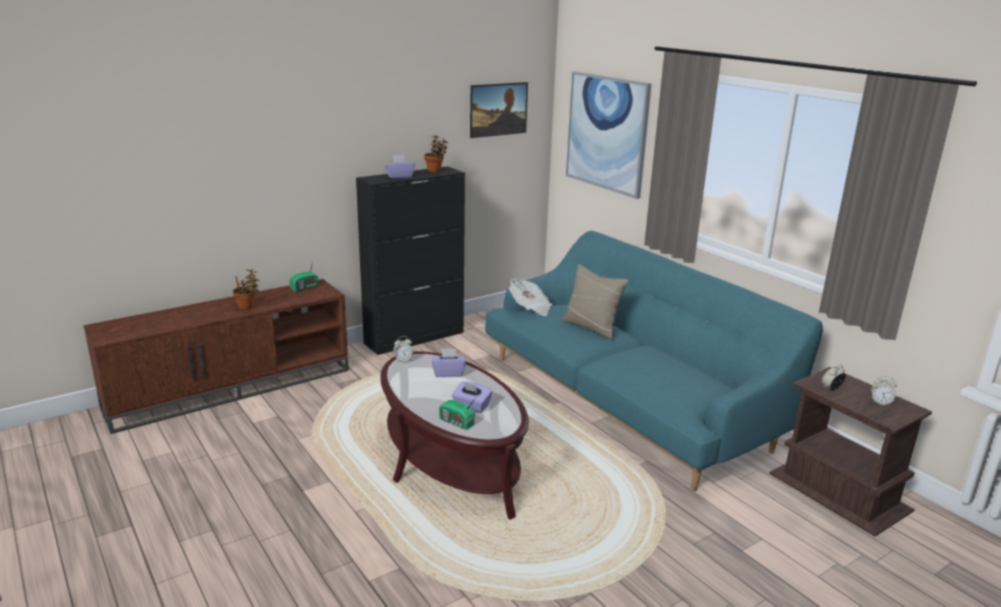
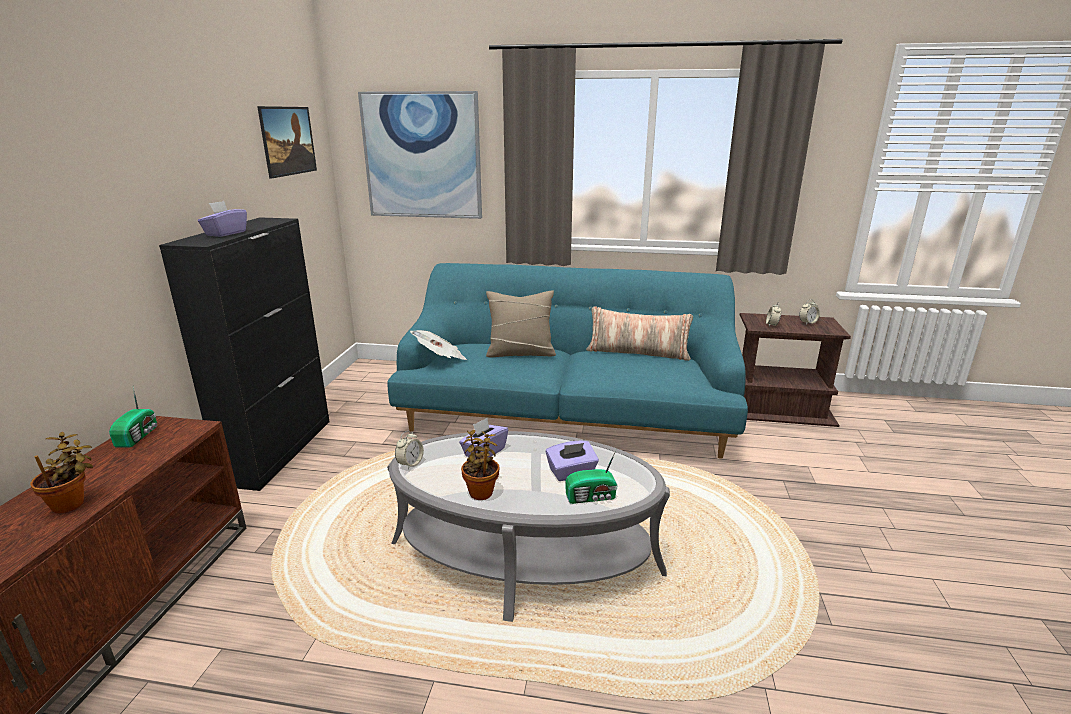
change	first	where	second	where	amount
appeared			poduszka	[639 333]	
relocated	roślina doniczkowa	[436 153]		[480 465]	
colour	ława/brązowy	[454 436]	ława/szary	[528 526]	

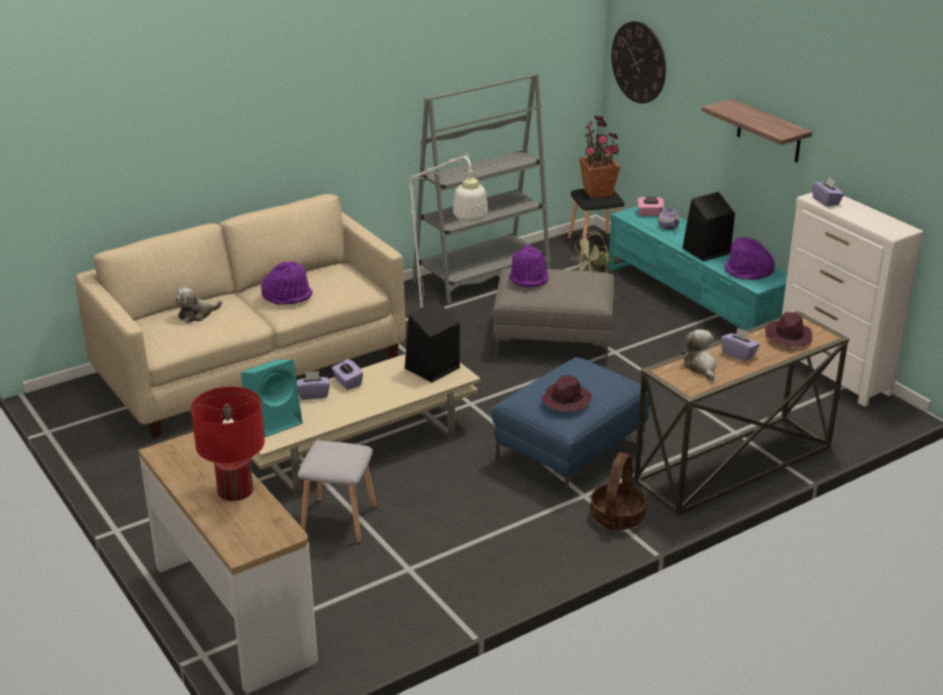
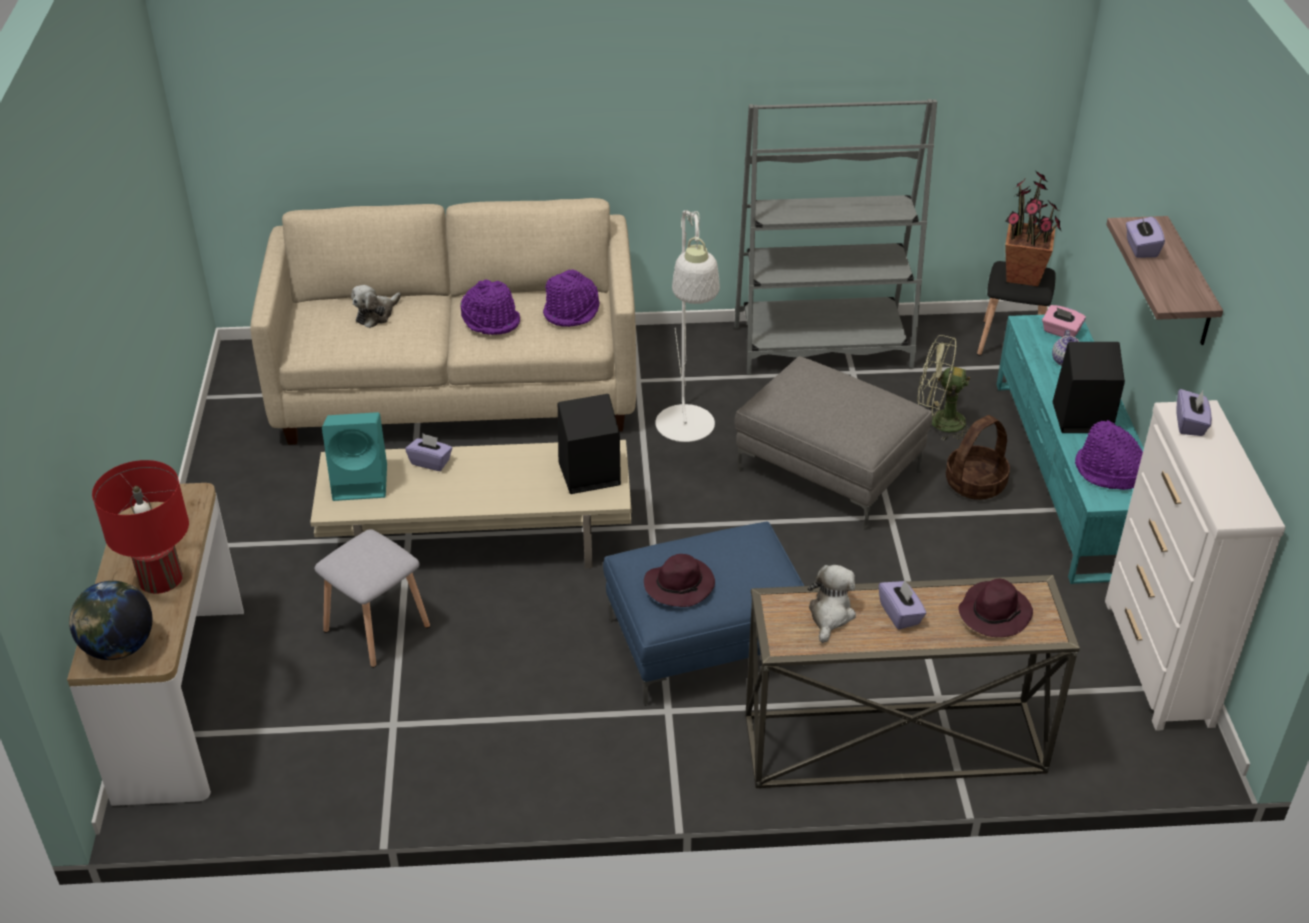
change	first	where	second	where	amount
missing	zegar ścienny	[638 62]			
appeared			globus	[111 620]	
relocated	pudełko chusteczek/fioletowy	[347 374]		[1145 237]	
relocated	kapelusz/fioletowy	[529 266]		[571 298]	
relocated	koszyk	[618 491]		[978 457]	
spun	pluszak	[198 305]		[376 306]	45 degrees counterclockwise

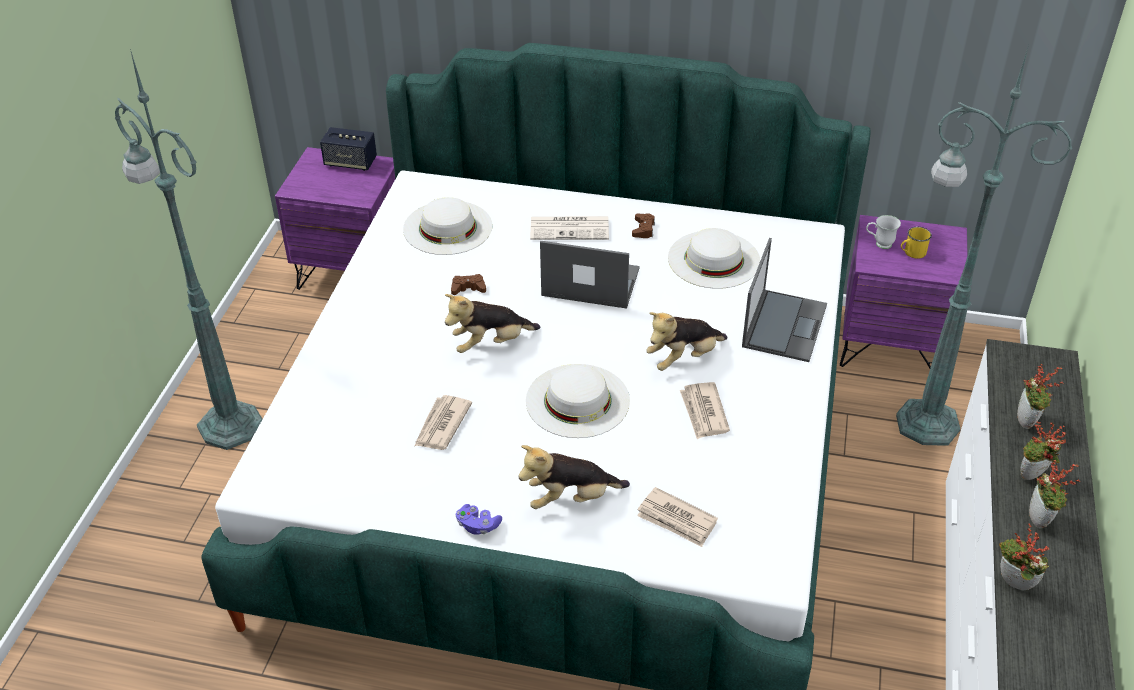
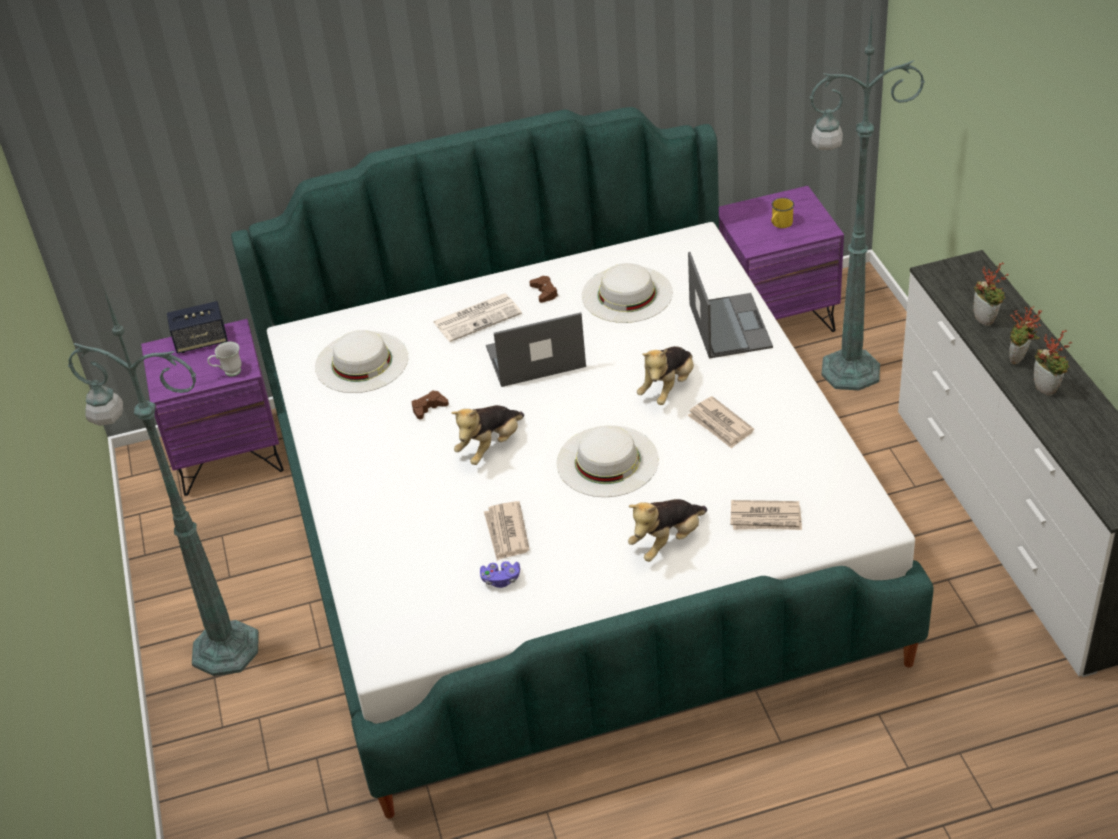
change	first	where	second	where	amount
missing	roślina doniczkowa	[1024 557]			
relocated	pad do gier/fioletowy	[479 519]		[500 574]	
relocated	kubek/biały	[883 232]		[225 359]	

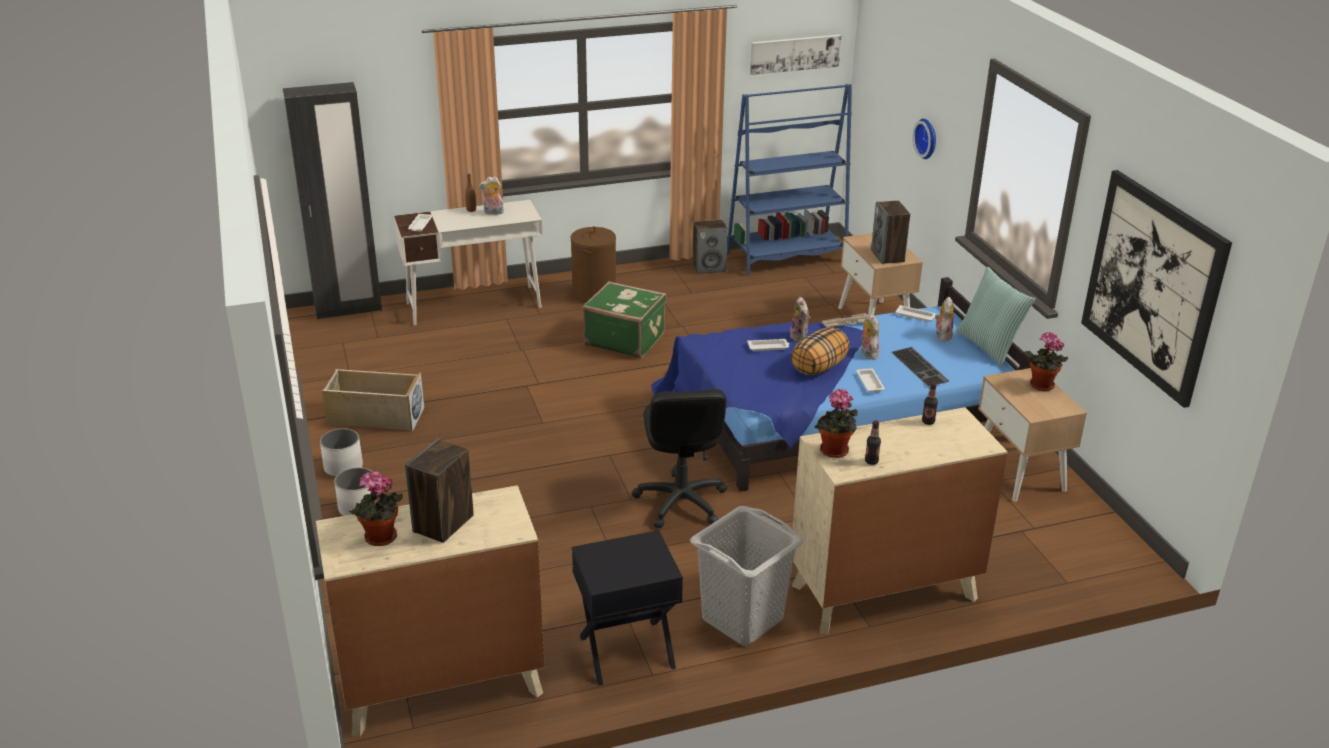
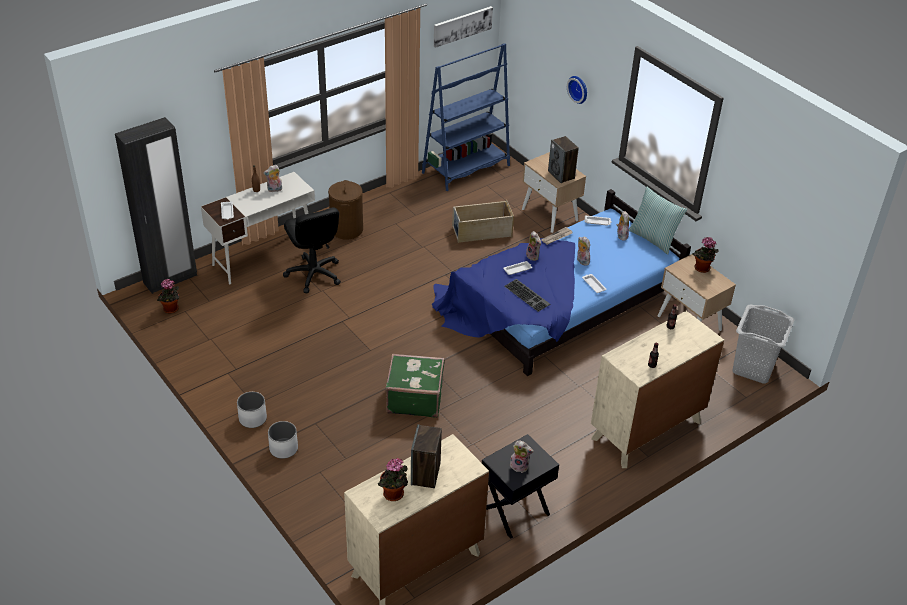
change	first	where	second	where	amount
missing	głośnik	[710 247]			
missing	poduszka	[820 351]			
missing	obraz	[1156 289]			
appeared			pluszak	[522 456]	
relocated	pojemnik do przechowywania/beżowy	[373 400]		[483 221]	
relocated	walizka/zielony	[625 319]		[415 385]	
relocated	krzesło biurowe/czarny	[679 458]		[312 250]	
relocated	kosz na pranie/szary	[747 576]		[763 344]	
relocated	roślina doniczkowa	[836 423]		[168 296]	
relocated	klawiatura	[920 367]		[527 295]	

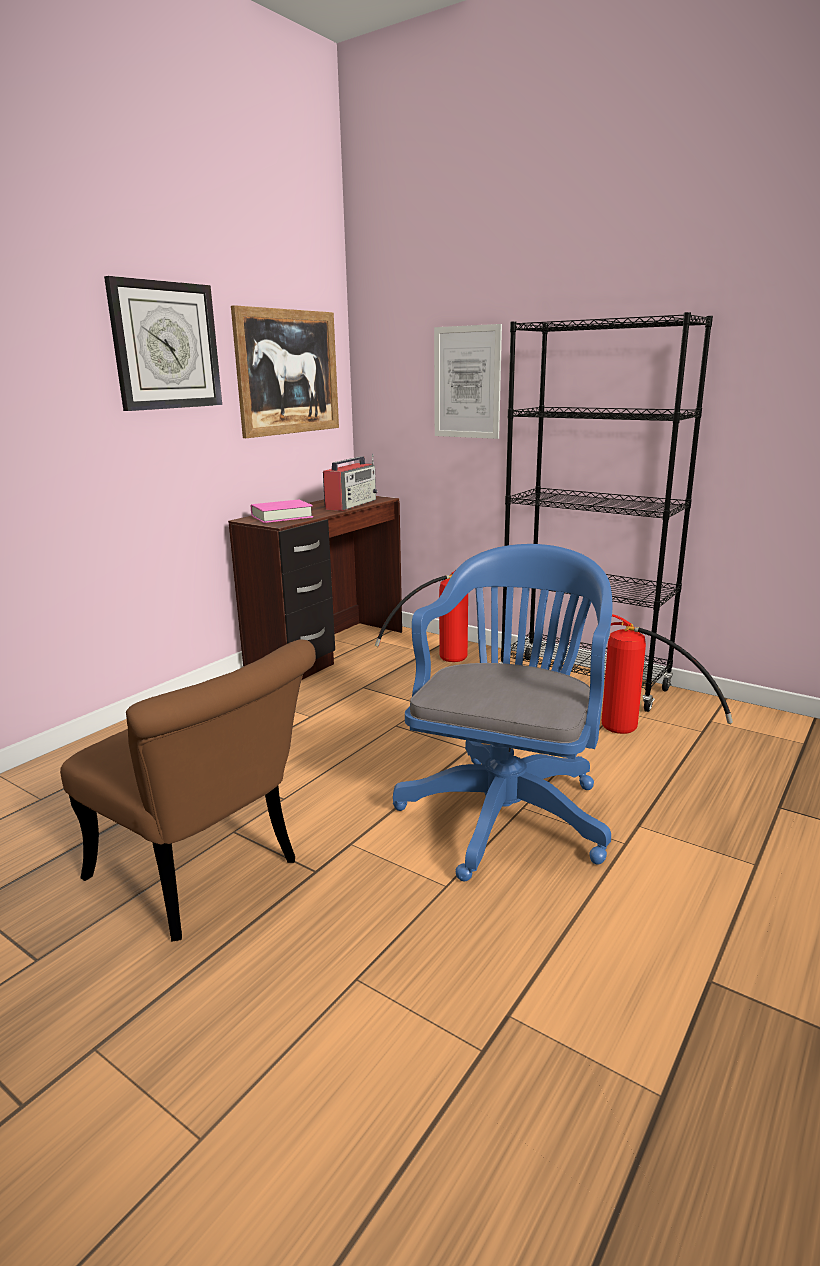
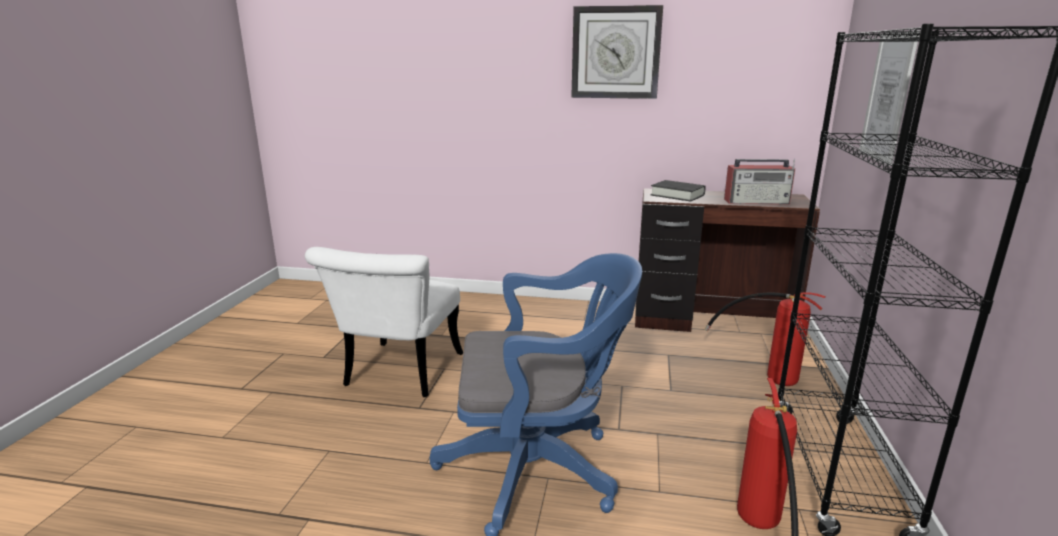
change	first	where	second	where	amount
missing	obraz	[285 371]			
colour	krzesło/brązowy	[188 790]	krzesło/biały	[384 322]	
colour	książka/różowy	[282 511]	książka/czarny	[678 191]	

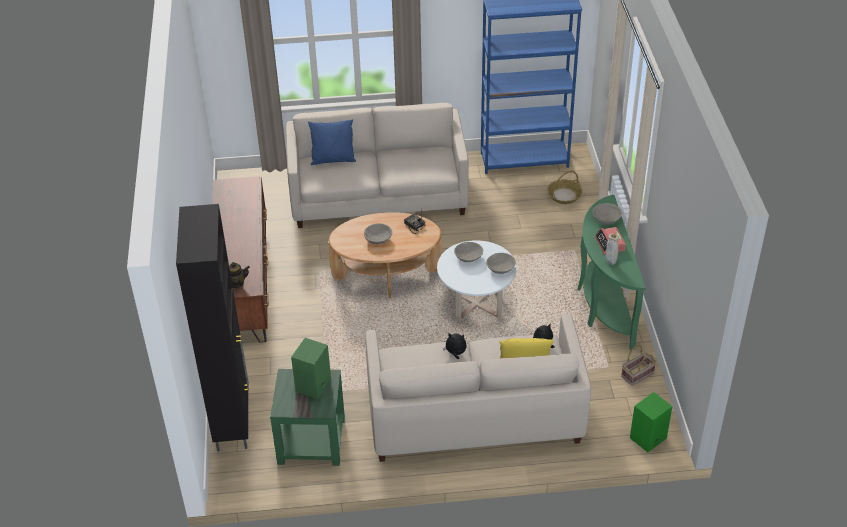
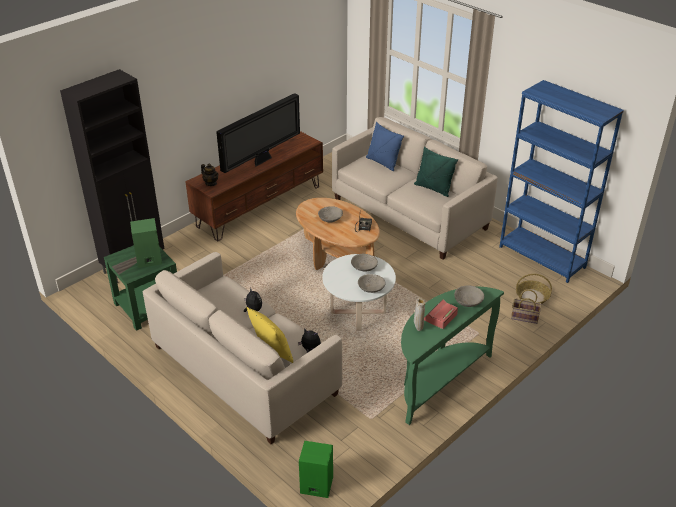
change	first	where	second	where	amount
appeared			telewizor	[258 133]	
appeared			poduszka/zielony	[436 172]	
relocated	koszyk	[638 365]		[526 307]	

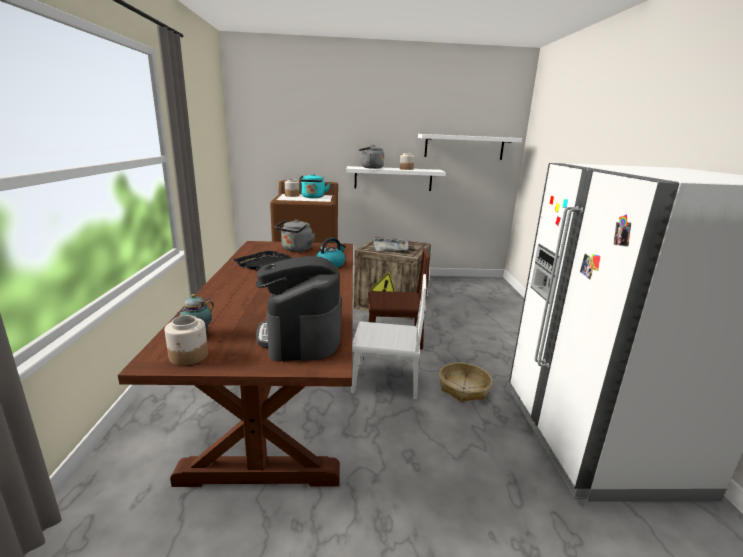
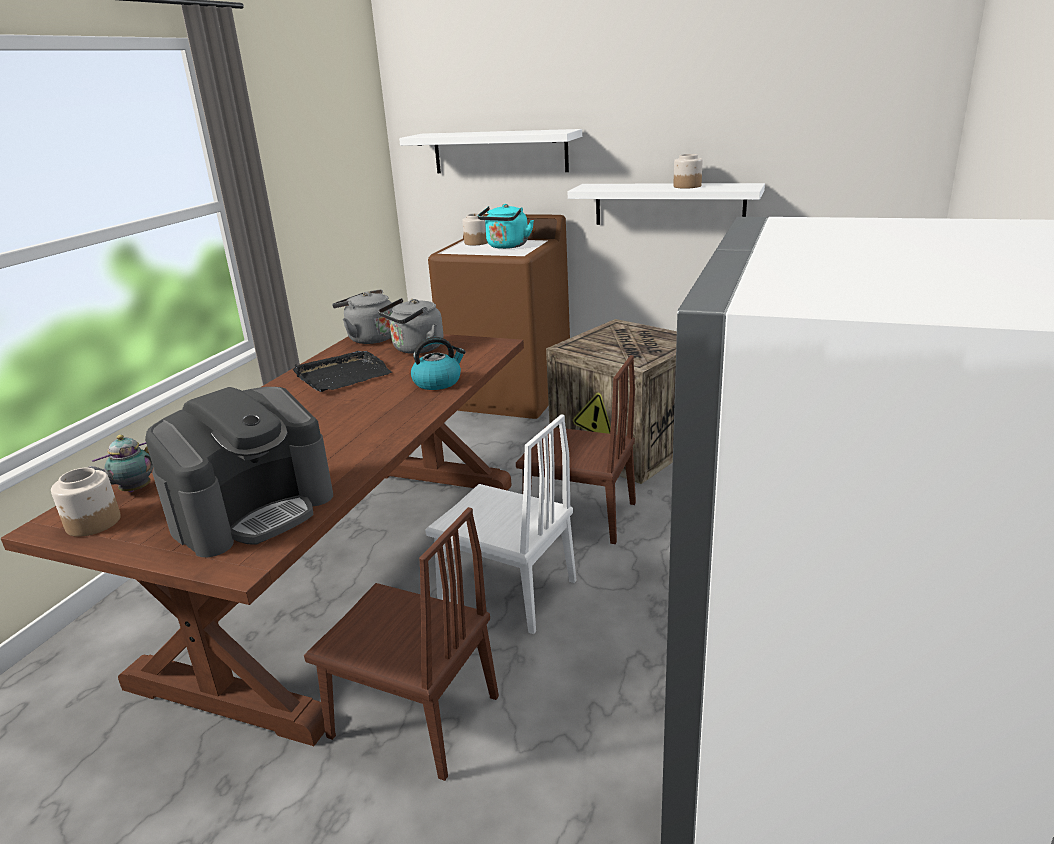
change	first	where	second	where	amount
missing	taca/szary	[391 245]			
missing	koszyk	[465 382]			
appeared			krzesło/brązowy	[401 644]	
relocated	czajnik/szary	[371 157]		[362 316]	
relocated	półka/biały	[470 147]		[490 151]	
spun	ekspres do kawy	[298 309]		[239 472]	150 degrees counterclockwise

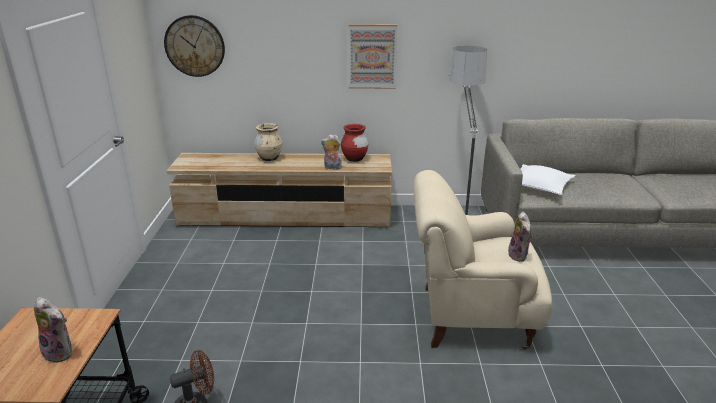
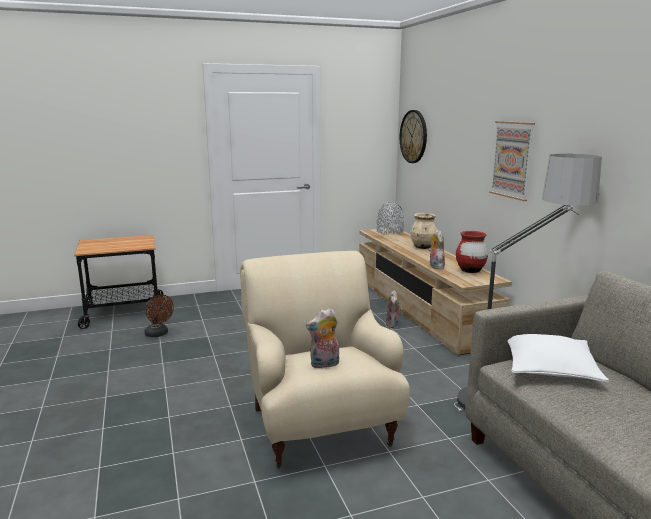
change	first	where	second	where	amount
appeared			wazon/szary	[390 218]	
relocated	pluszak	[53 330]		[394 309]	

